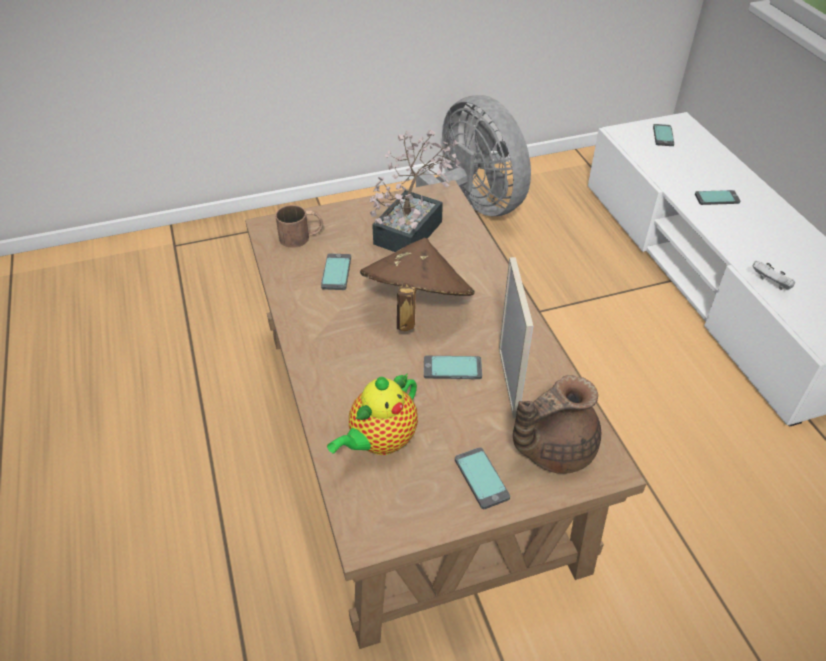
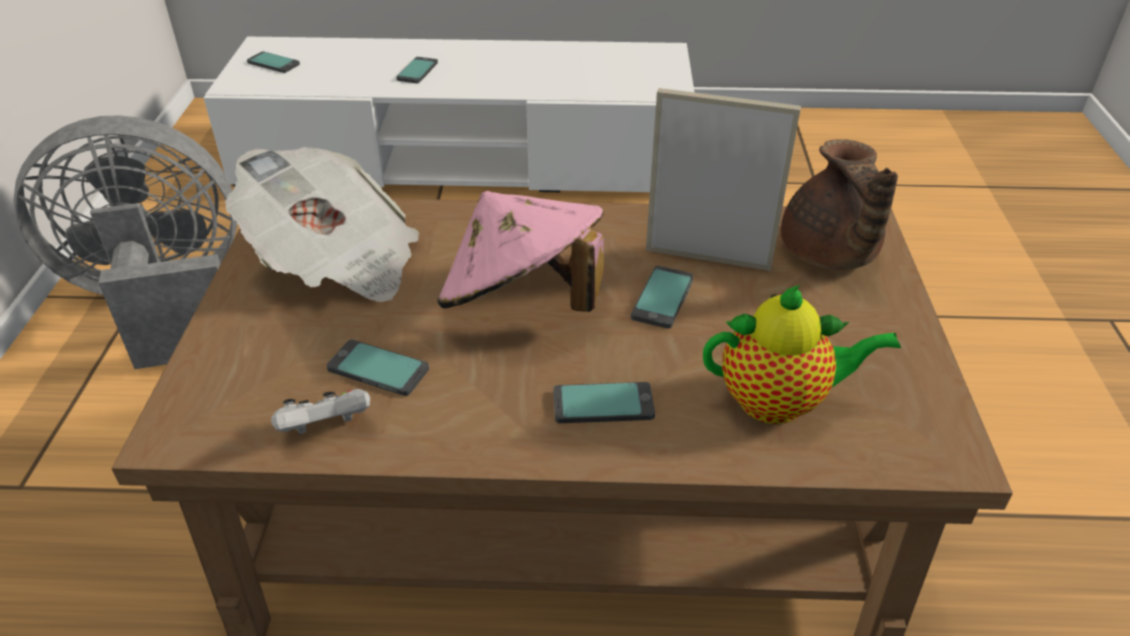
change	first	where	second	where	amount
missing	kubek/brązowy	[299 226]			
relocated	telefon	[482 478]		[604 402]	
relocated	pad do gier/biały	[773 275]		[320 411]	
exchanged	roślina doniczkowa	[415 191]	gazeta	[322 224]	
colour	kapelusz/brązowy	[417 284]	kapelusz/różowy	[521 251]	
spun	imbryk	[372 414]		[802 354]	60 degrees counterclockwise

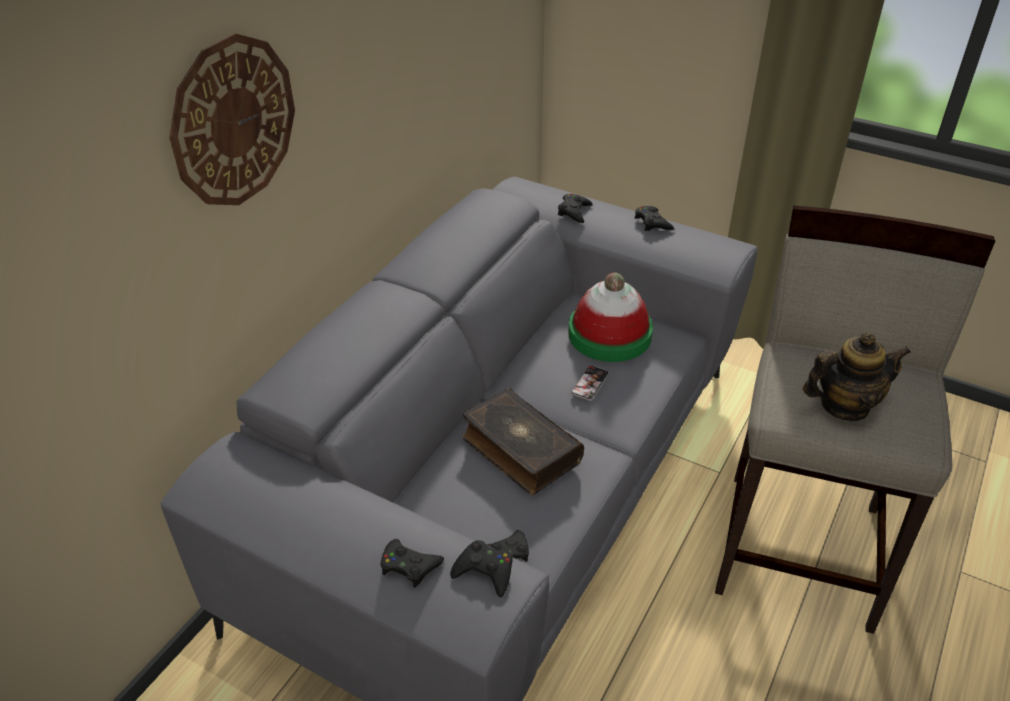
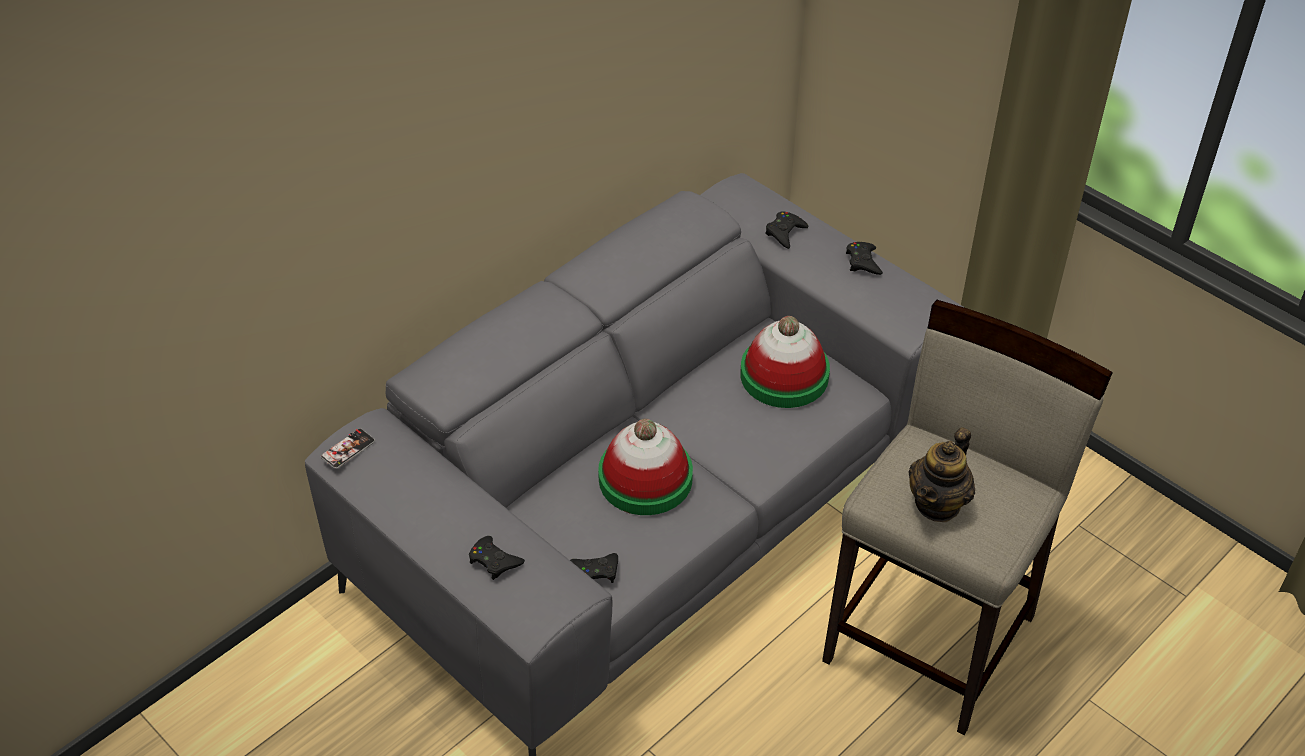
change	first	where	second	where	amount
missing	zegar ścienny	[232 119]			
missing	pad do gier/czarny	[481 568]			
relocated	telefon	[590 383]		[348 449]	
exchanged	książka	[523 441]	kapelusz	[645 467]	
spun	imbryk	[857 376]		[941 474]	120 degrees clockwise

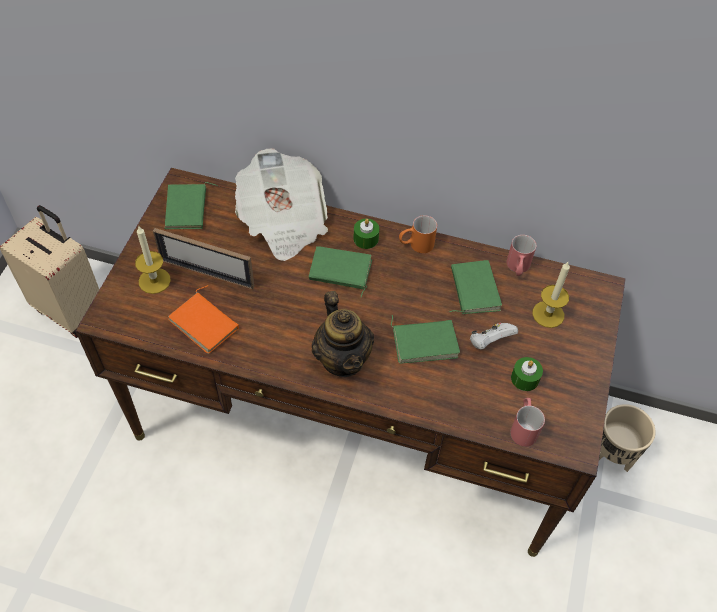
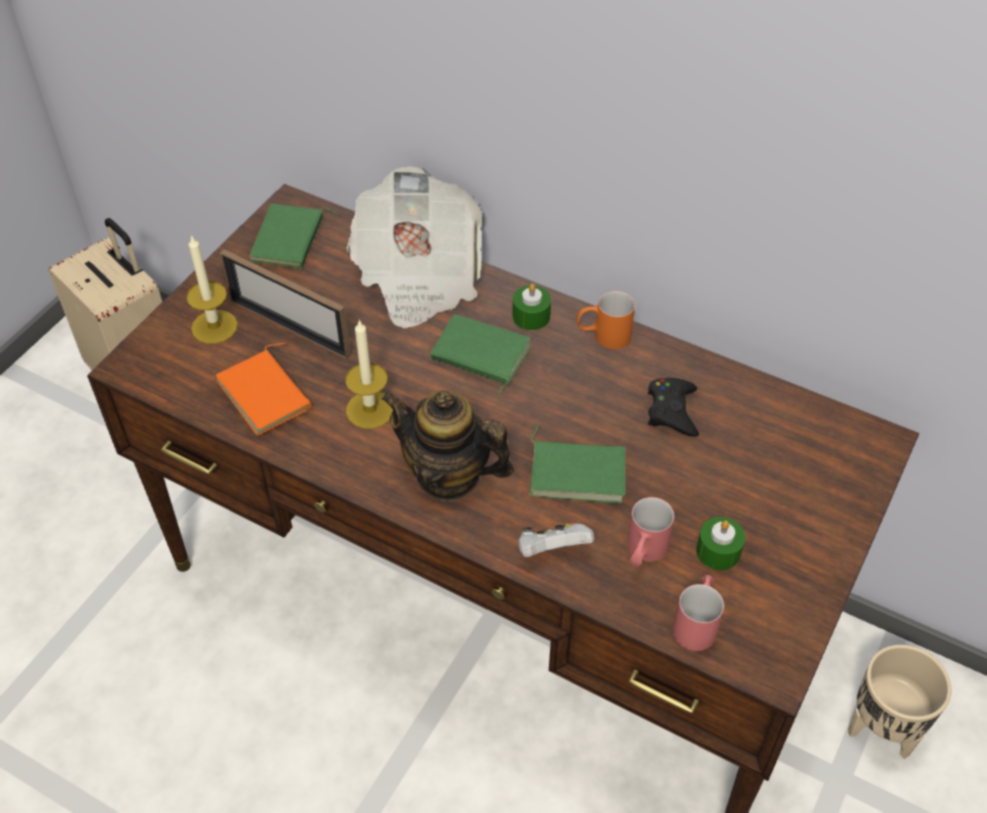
change	first	where	second	where	amount
relocated	pad do gier/biały	[494 336]		[556 539]	
relocated	kubek/czerwony	[521 255]		[650 532]	
relocated	świeca	[551 295]		[369 374]	
exchanged	książka/zielony	[476 287]	pad do gier/czarny	[673 407]	
spun	imbryk	[343 334]		[447 445]	120 degrees clockwise

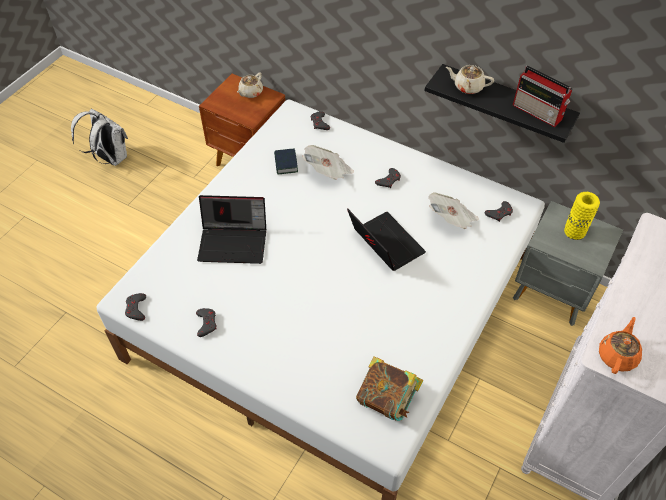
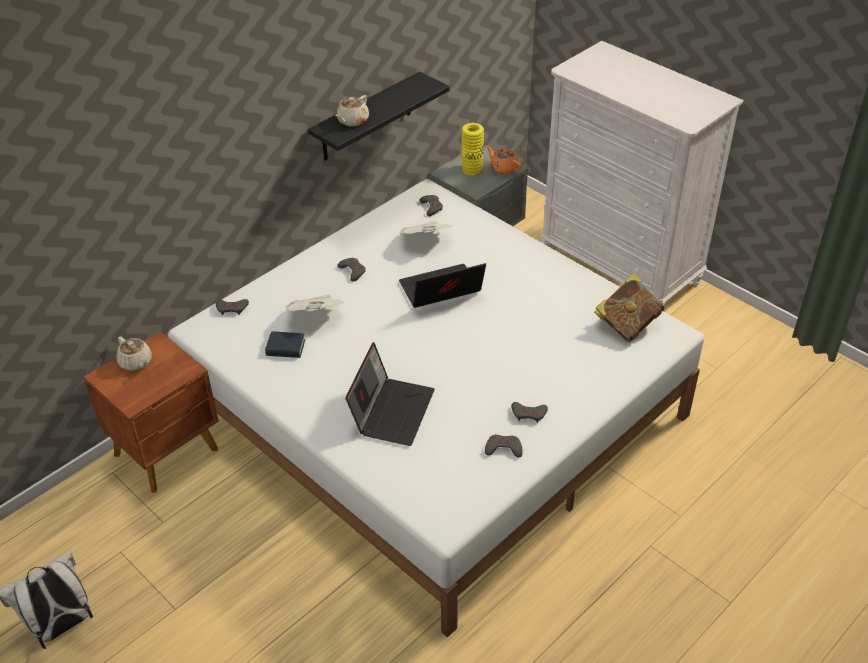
change	first	where	second	where	amount
missing	radio	[543 96]			
relocated	pad do gier/szary	[135 307]		[529 412]	
relocated	imbryk/pomarańczowy	[620 345]		[504 159]	

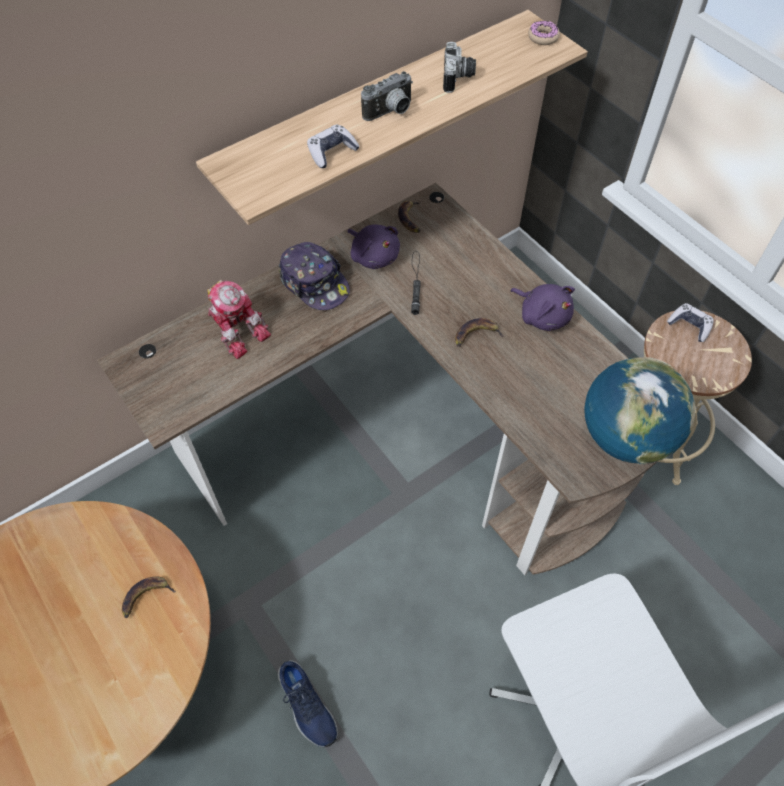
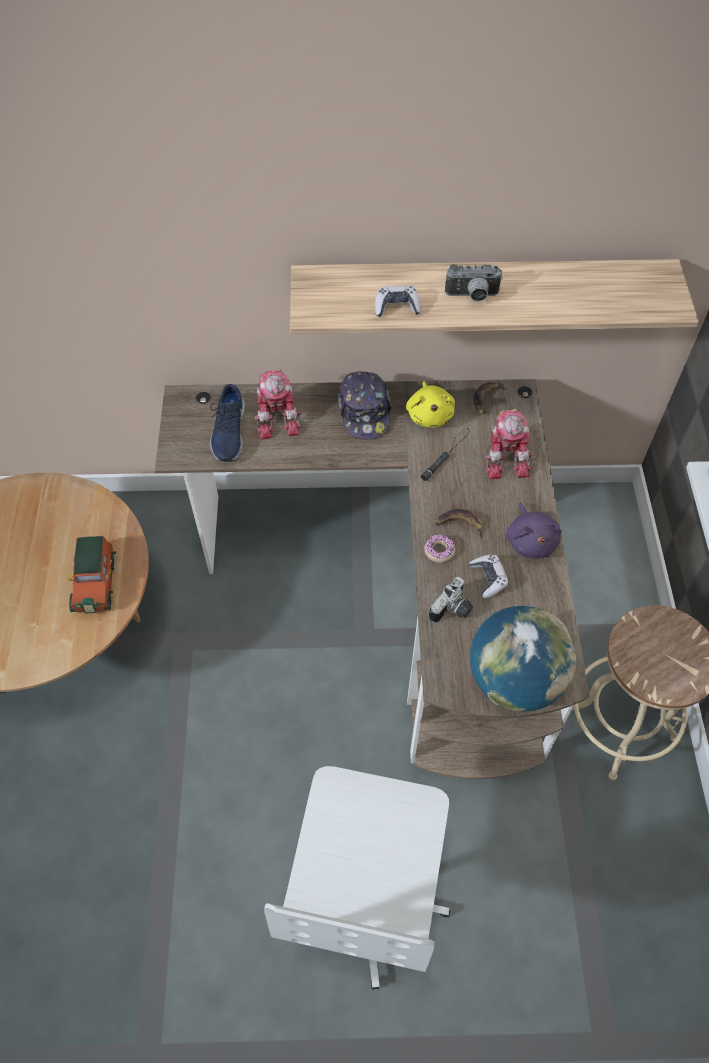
change	first	where	second	where	amount
appeared			robot zabawkowy	[509 444]	
relocated	but/niebieski	[308 704]		[227 423]	
relocated	aparat fotograficzny	[459 67]		[451 600]	
relocated	donut	[544 33]		[440 548]	
relocated	pad do gier	[690 322]		[489 577]	
exchanged	banan	[149 597]	samochodzik	[92 575]	
colour	pluszak/fioletowy	[373 246]	pluszak/żółty	[430 404]	

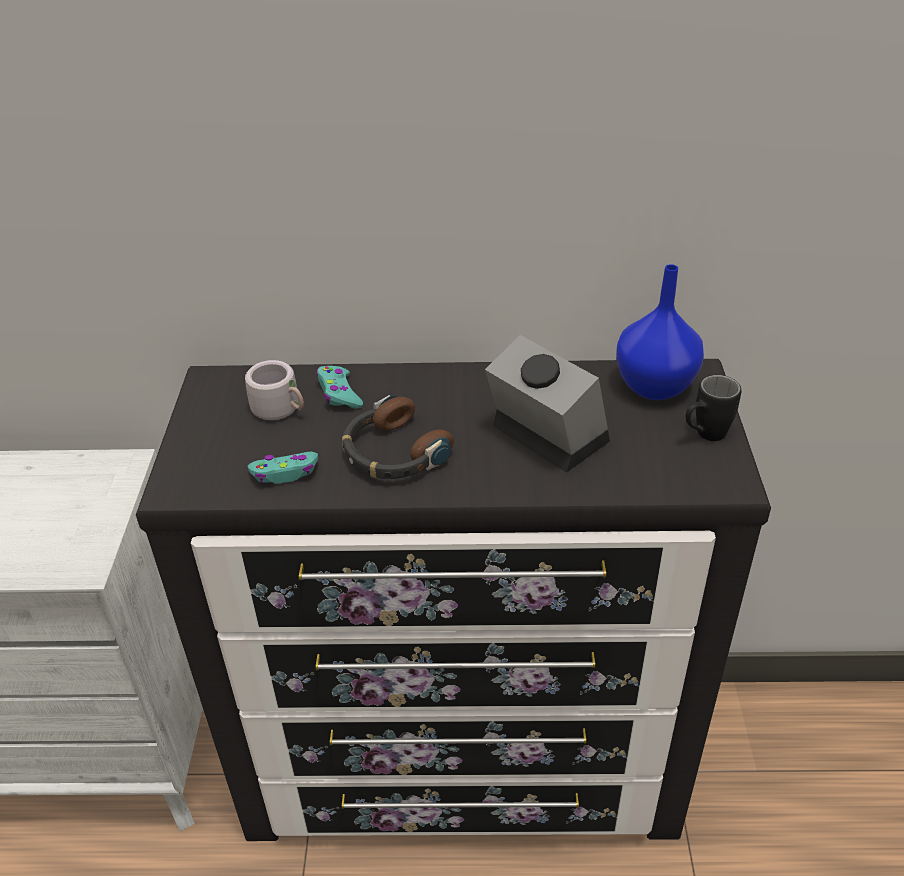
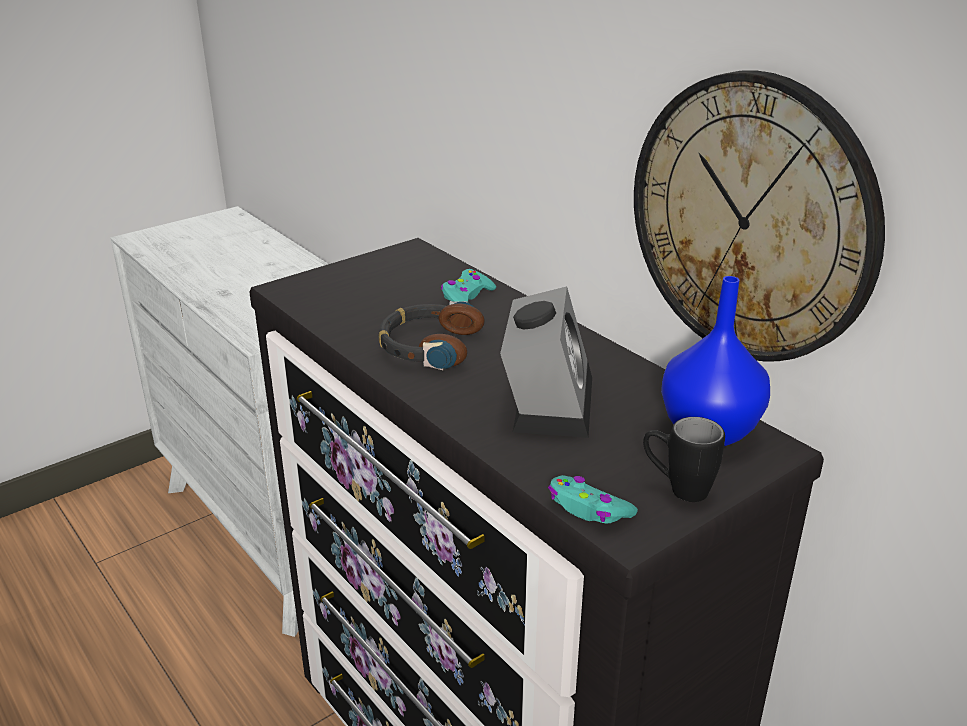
change	first	where	second	where	amount
missing	kubek/szary	[274 390]			
appeared			zegar ścienny	[759 216]	
relocated	pad do gier/turkusowy	[283 468]		[593 499]	

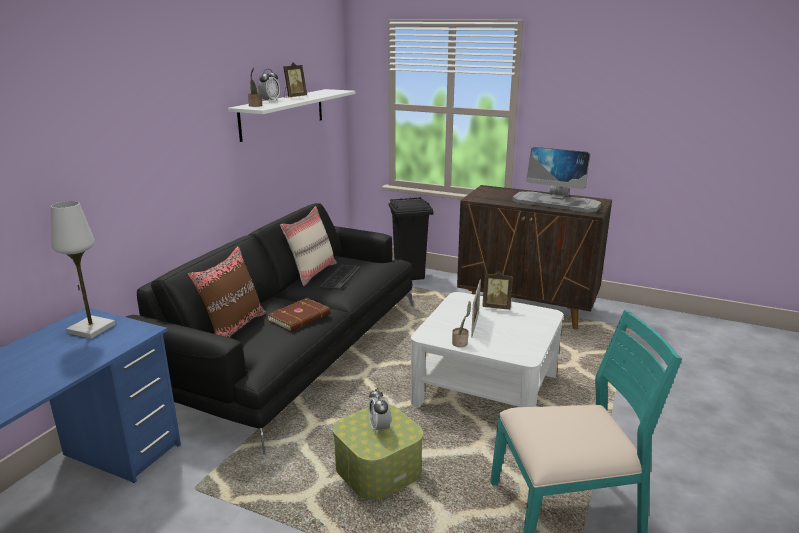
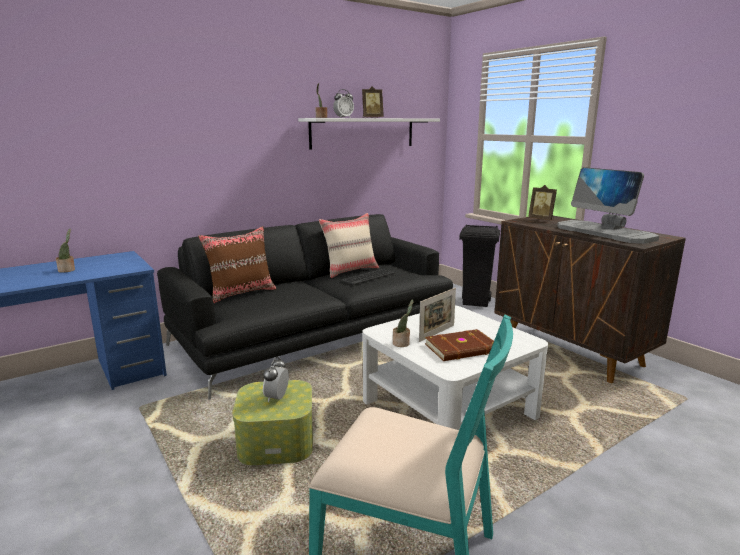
change	first	where	second	where	amount
missing	lampa stołowa/biały	[83 270]			
appeared			roślina doniczkowa	[65 251]	
relocated	książka/brązowy	[299 314]		[459 345]	
relocated	ramka na zdjęcie	[497 290]		[542 202]	

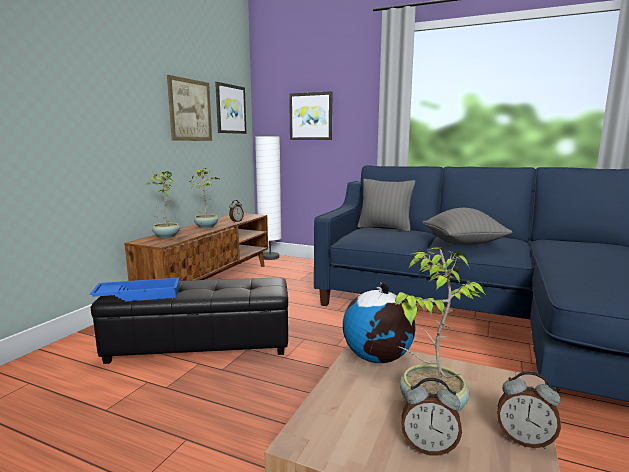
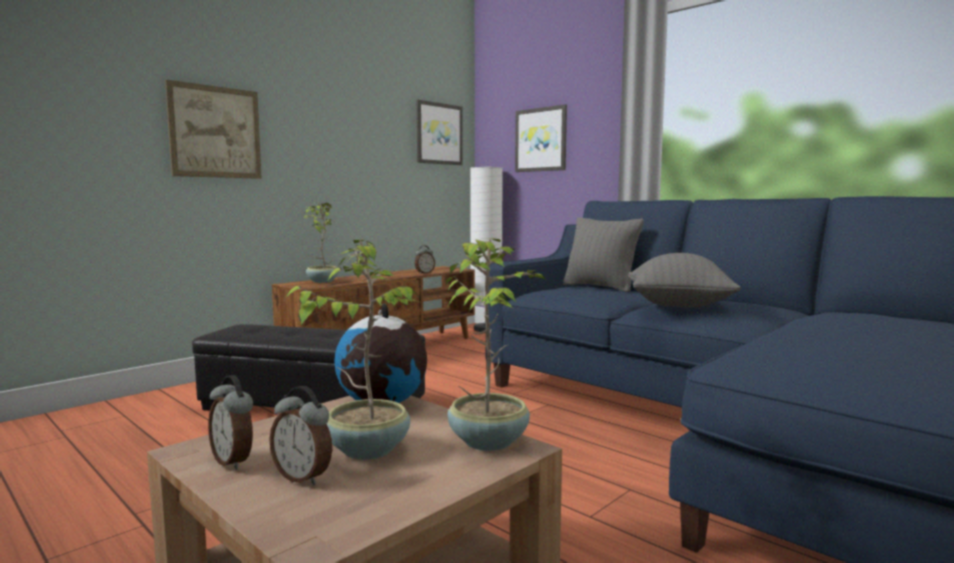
change	first	where	second	where	amount
missing	taca/niebieski	[134 290]			
relocated	obraz	[189 108]		[213 129]	
relocated	roślina doniczkowa	[204 198]		[495 344]	
relocated	budzik	[529 410]		[230 422]	

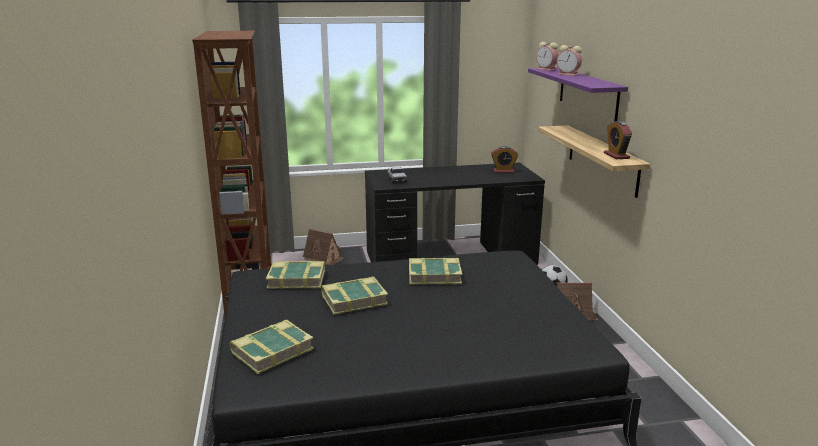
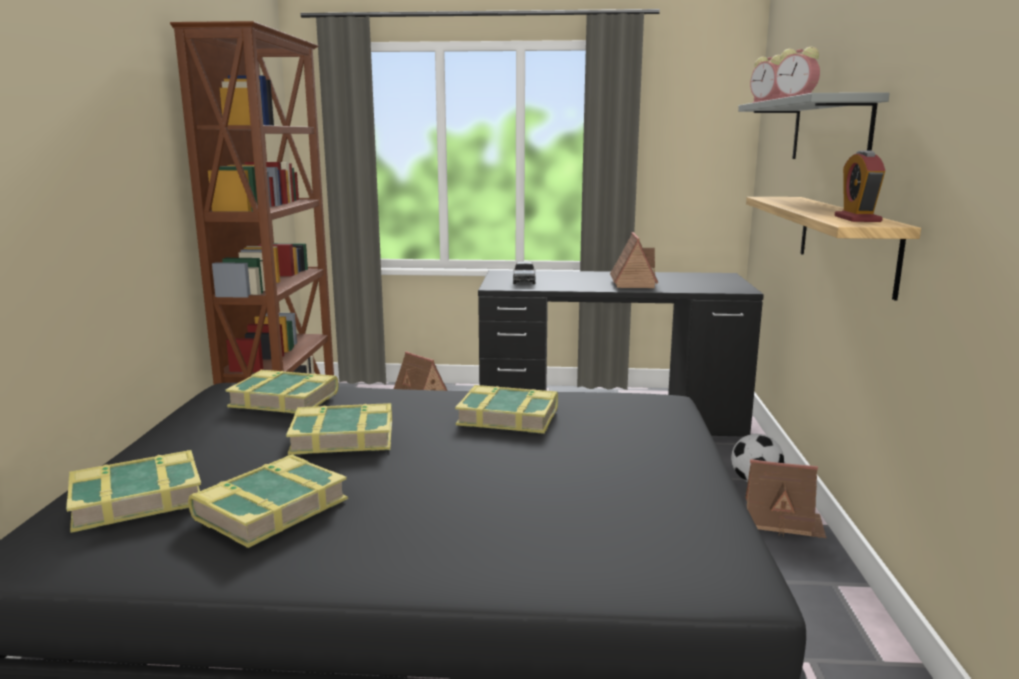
change	first	where	second	where	amount
missing	budzik	[504 159]			
appeared			książka	[268 501]	
appeared			domek	[634 260]	
colour	półka/fioletowy	[578 95]	półka/szary	[814 125]	

